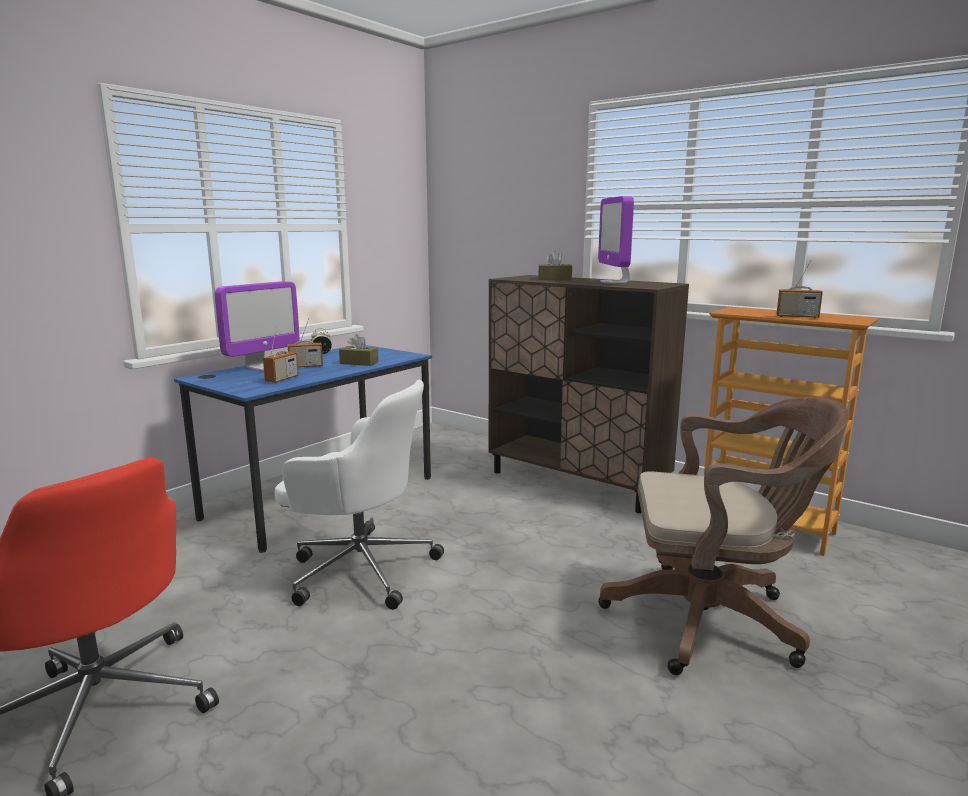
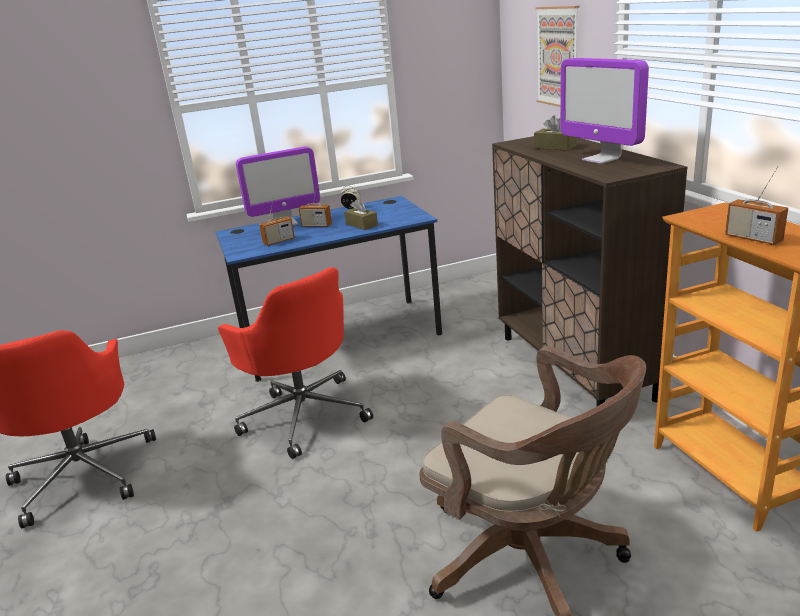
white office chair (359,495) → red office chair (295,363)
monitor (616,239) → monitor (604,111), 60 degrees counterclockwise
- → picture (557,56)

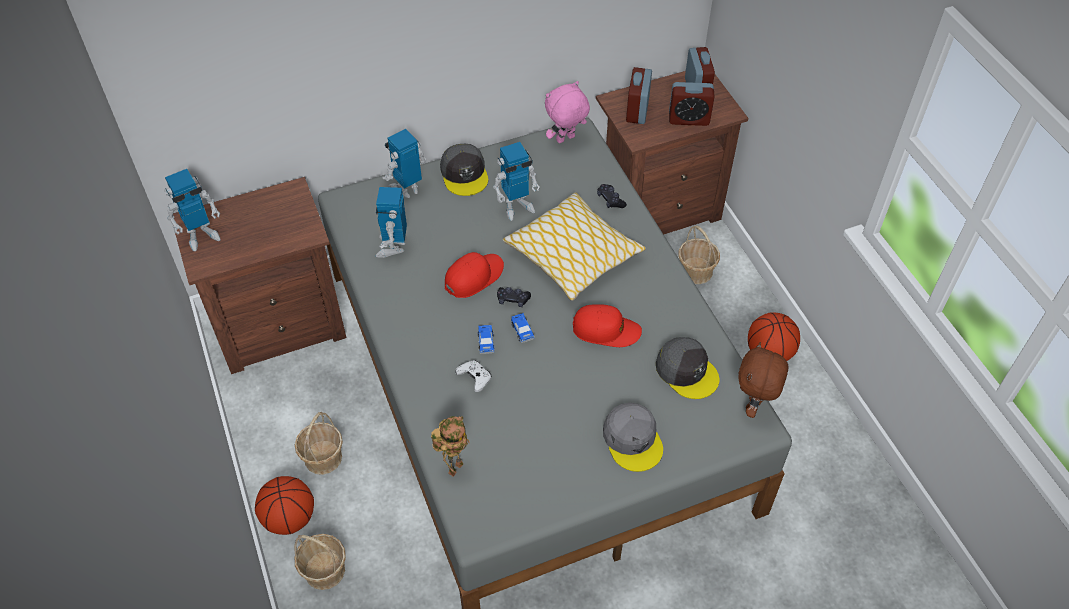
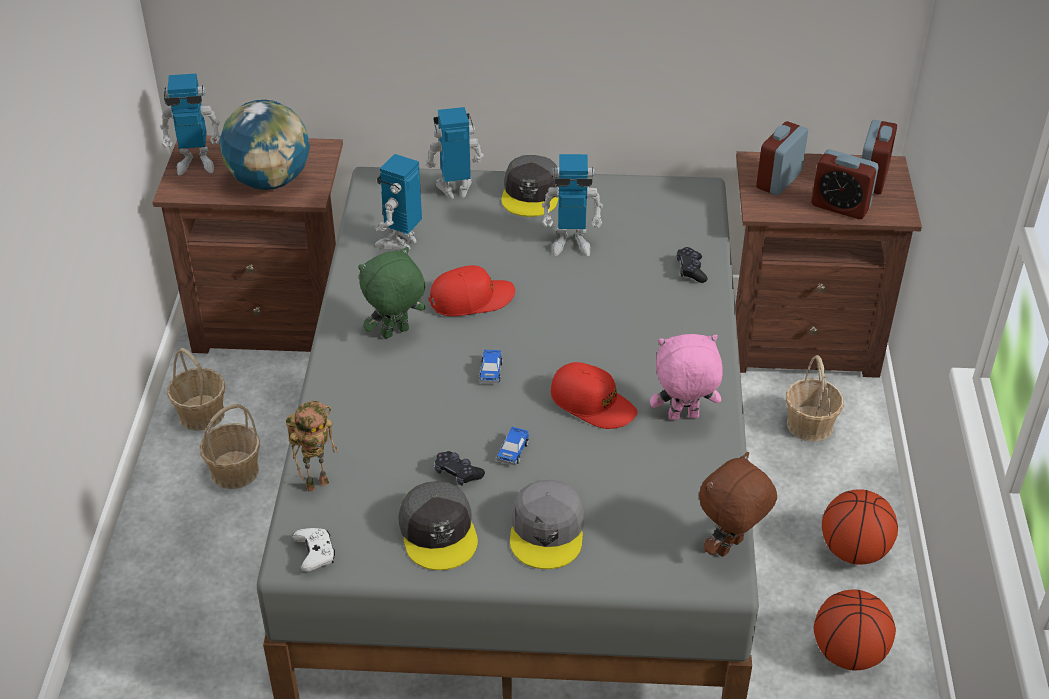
basketball (284,505) → basketball (855,629), moved
basket (320,562) → basket (196,389), moved
white game controller (473,376) → white game controller (314,550), moved
toy car (486,339) → toy car (512,446), moved
black game controller (514,297) → black game controller (460,468), moved
pillow (574,247) → -
pink plush toy (567,112) → pink plush toy (686,377), moved
grey cap (687,368) → grey cap (438,525), moved
- → globe (264,145)
- → green plush toy (391,293)

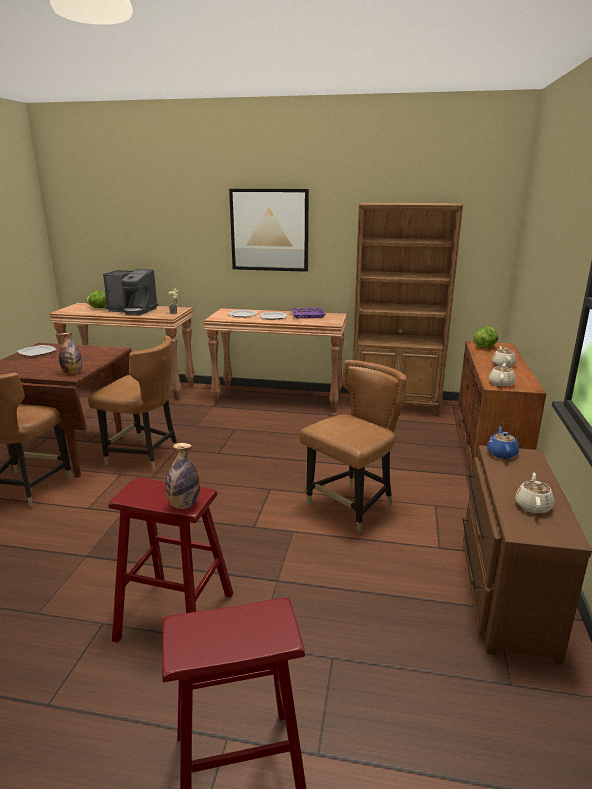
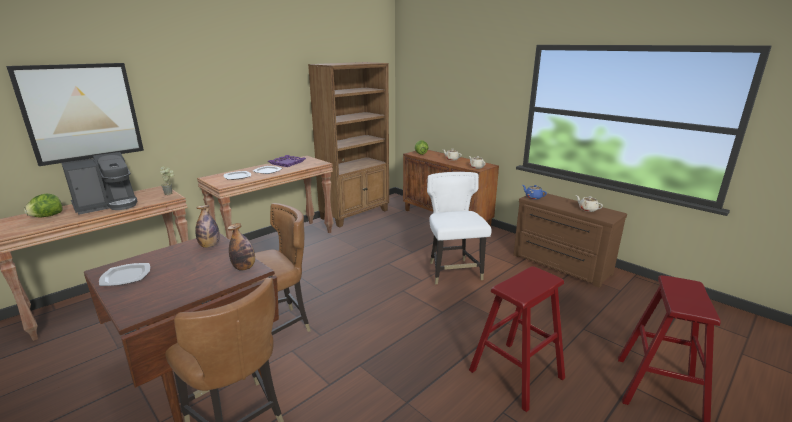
bottle (182,476) → bottle (207,226), moved
picture (269,230) → picture (75,114), moved
brown chair (353,446) → white chair (459,228)

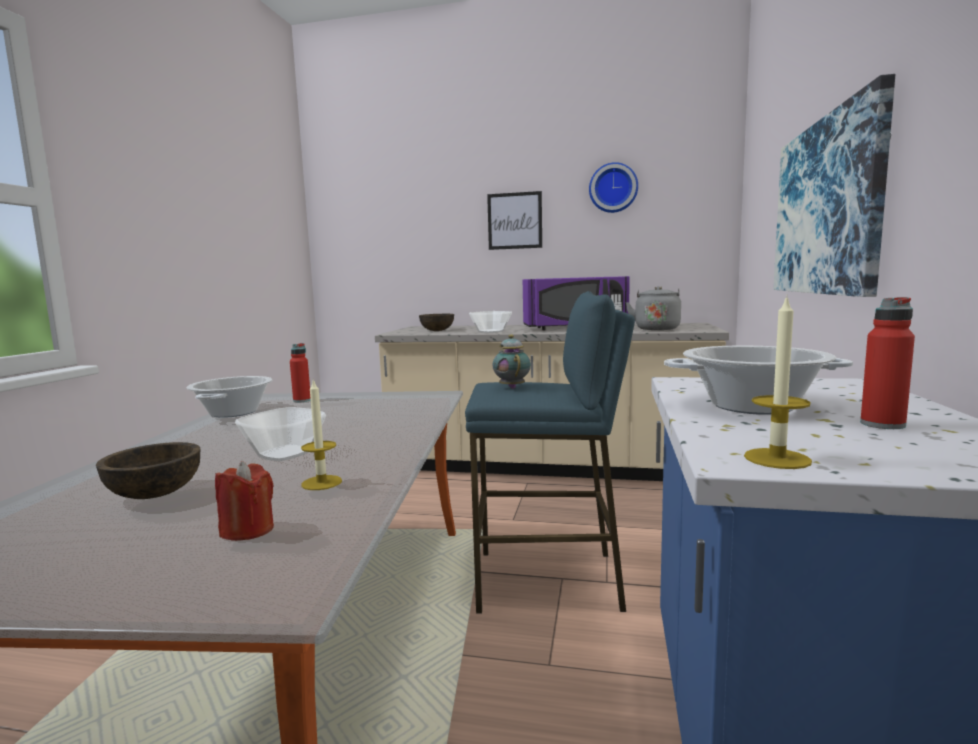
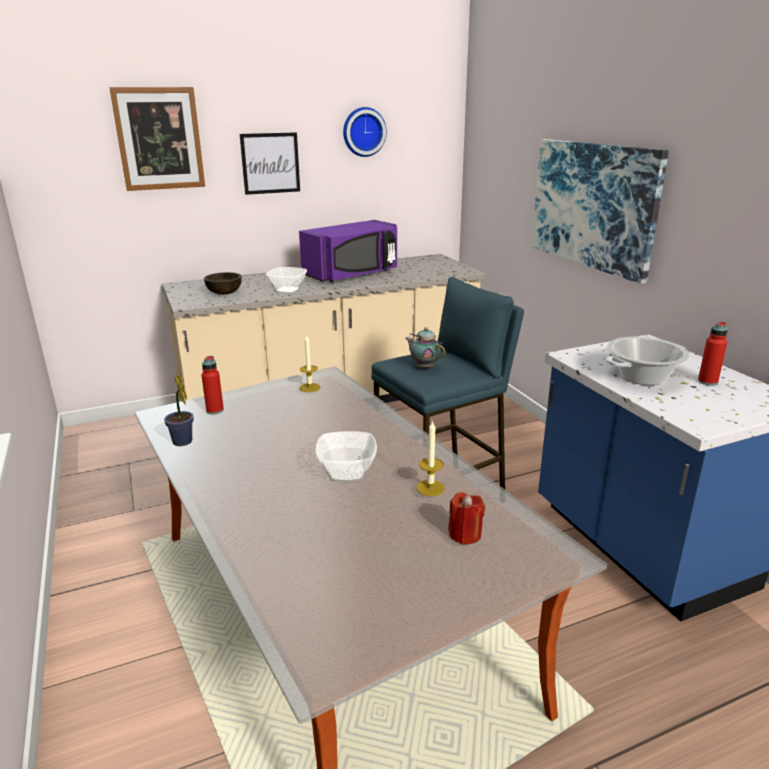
brown bowl (148,470) → -
cooking pot (230,397) → potted plant (179,409)
grey kettle (653,308) → -
candle (778,381) → candle (309,363), moved
- → picture (157,139)

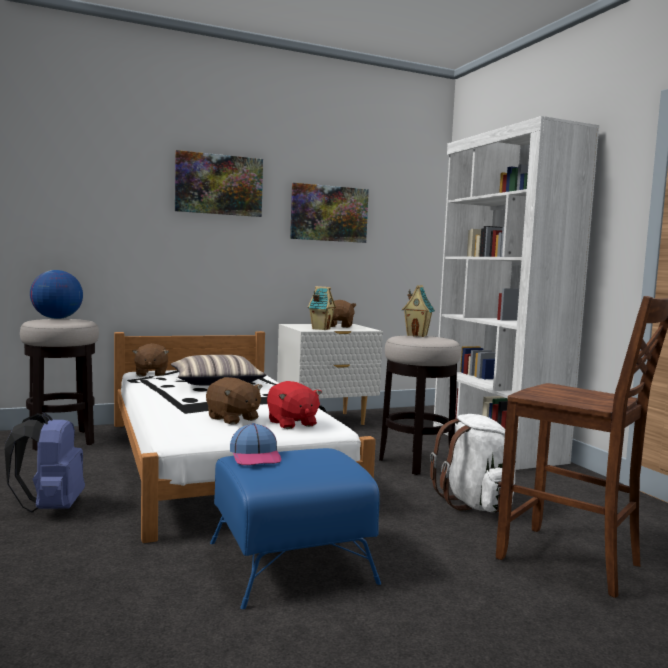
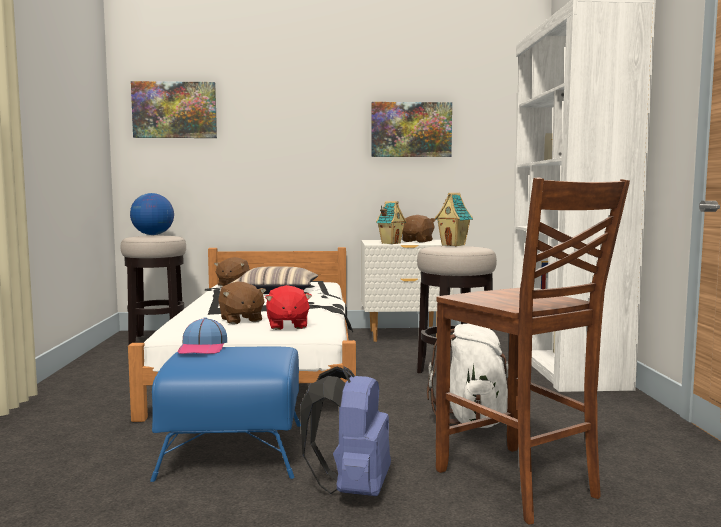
blue backpack (45,462) → blue backpack (345,431), moved
picture (219,183) → picture (174,109), moved

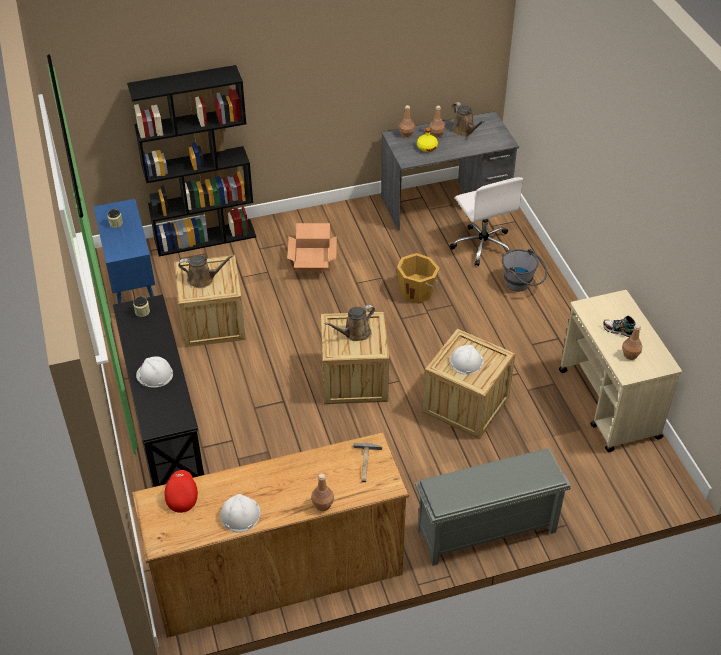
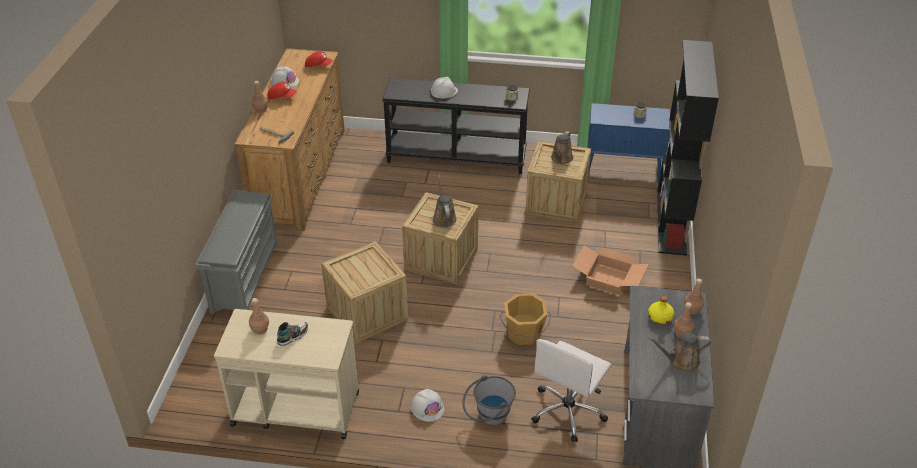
white office chair (486,221) → white office chair (571,390), 60 degrees counterclockwise
white hard hat (467,360) → white hard hat (427,405), moved
- → red cap (282,90)

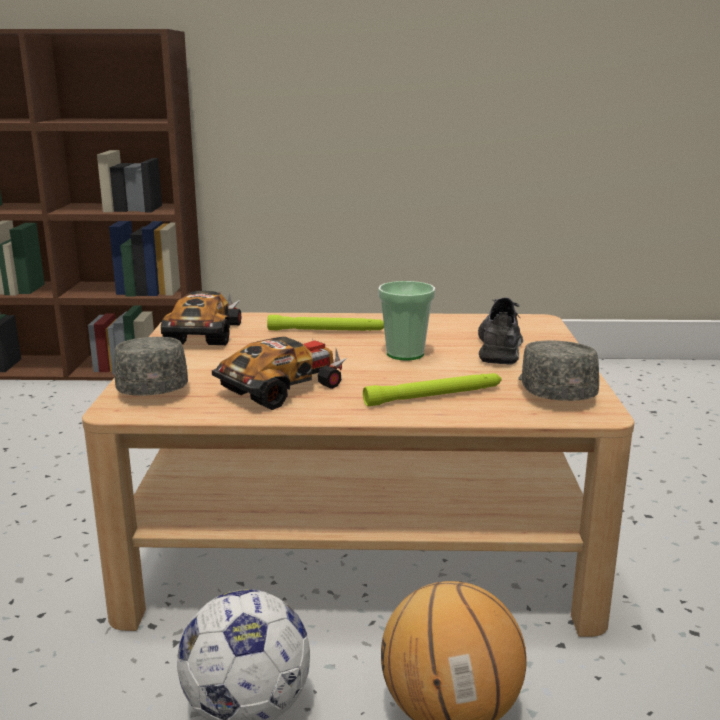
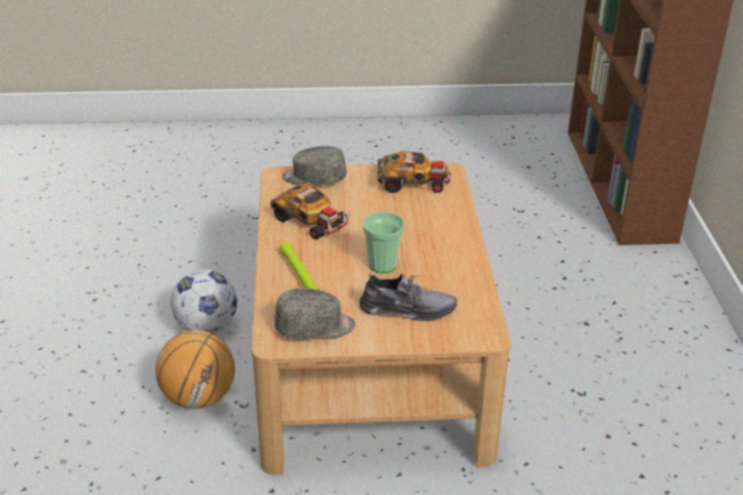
grey cap (151,366) → grey cap (314,165), 150 degrees counterclockwise
green flashlight (325,323) → -

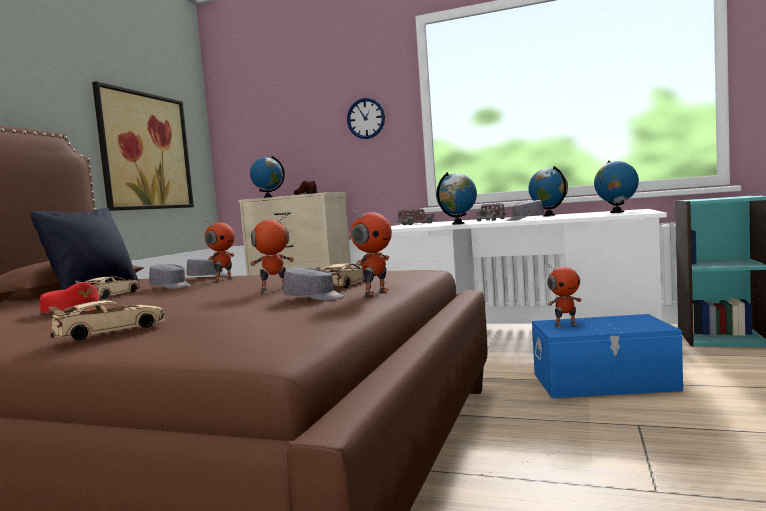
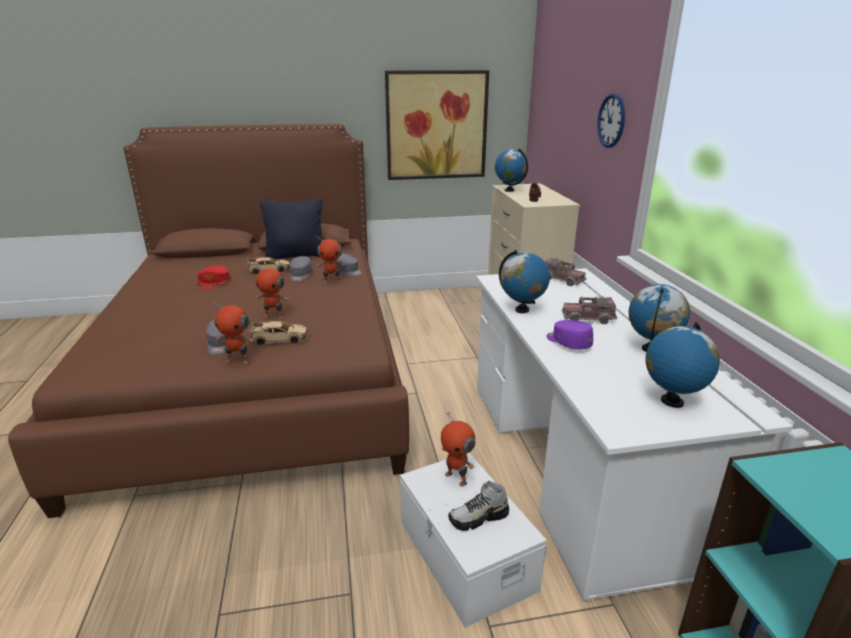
beige toy car (107,320) → -
toy robot (272,252) → toy robot (271,291), 150 degrees clockwise
grey cap (525,210) → purple cap (569,335)
blue storage box (607,356) → white storage box (473,540)
- → shoe (478,506)

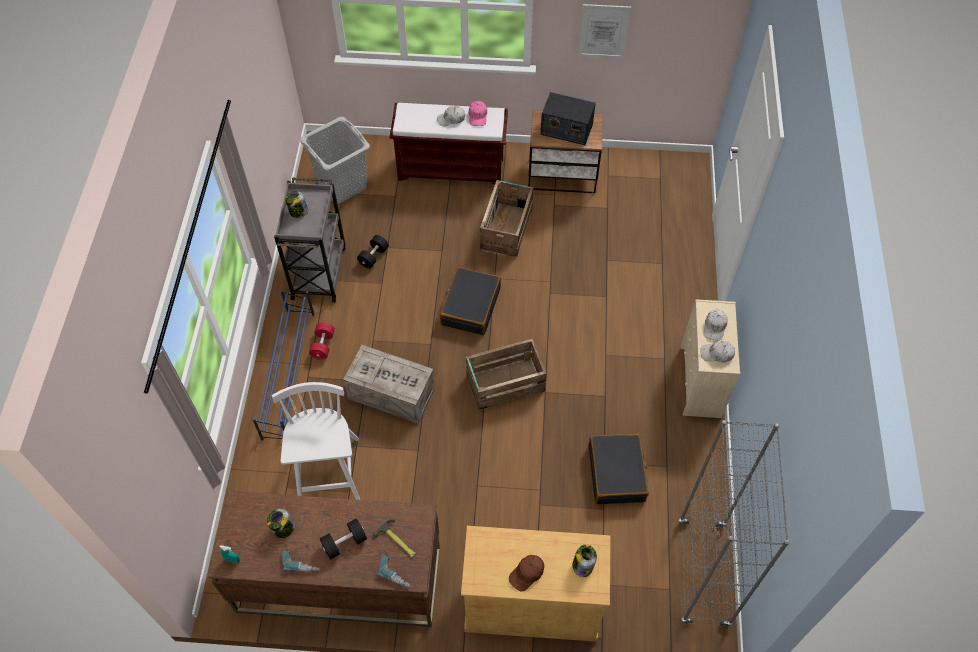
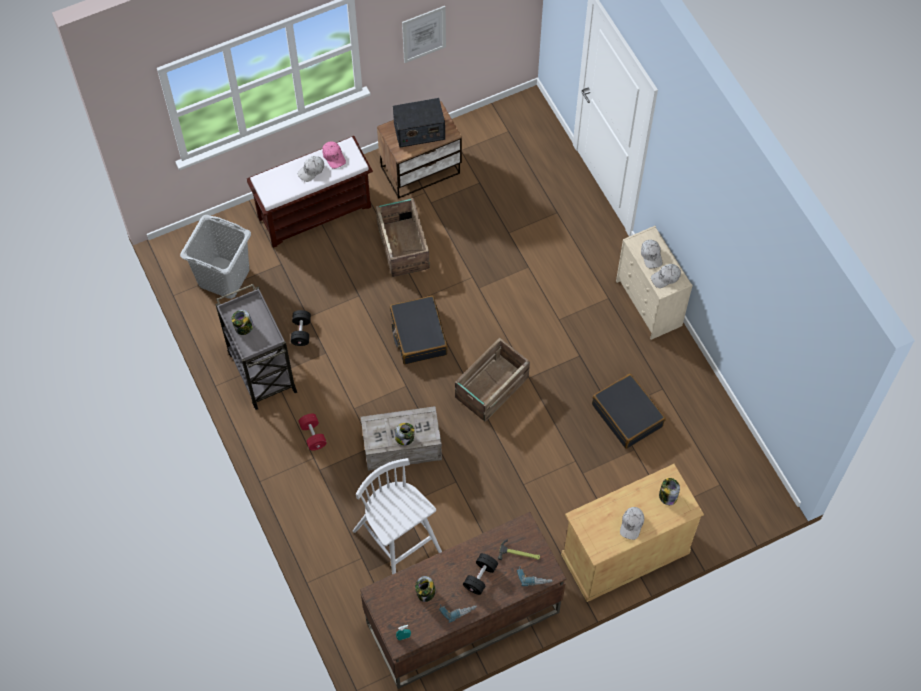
blue shoe rack (283,365) → -
brown cap (526,573) → white cap (632,523)
grey bookcase (733,523) → -
- → jar (405,434)

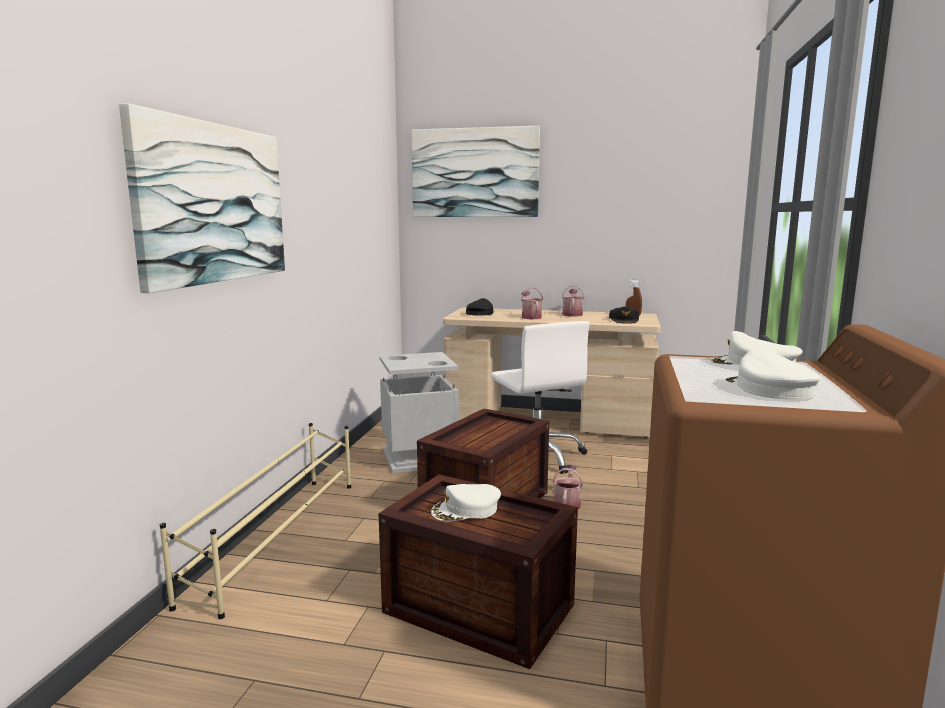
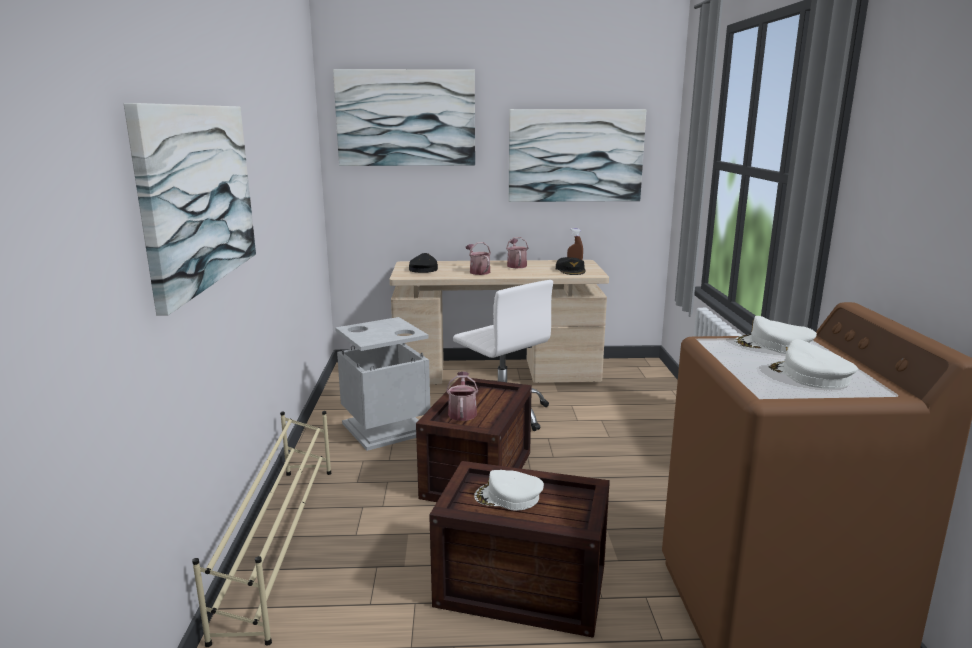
white cap (466,502) → white cap (509,490), 45 degrees clockwise
watering can (568,487) → watering can (462,396), moved
- → picture (577,155)

